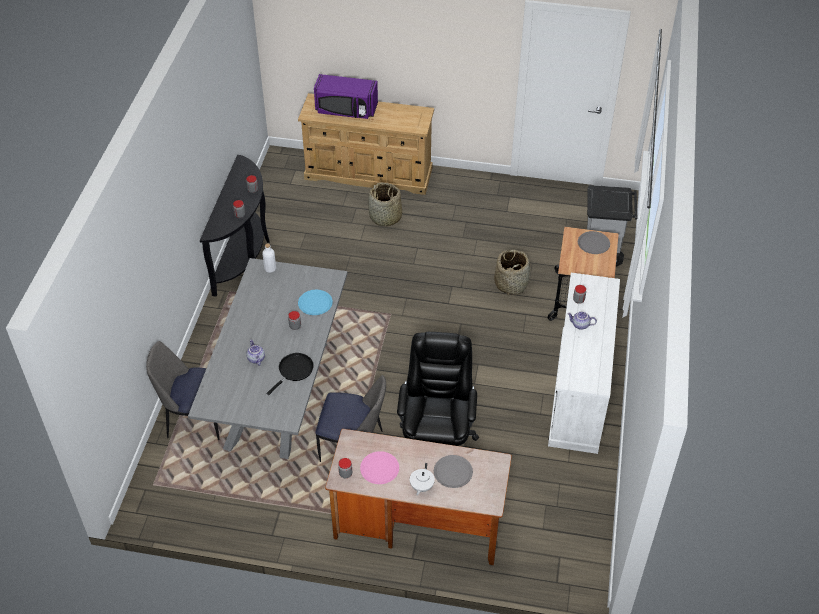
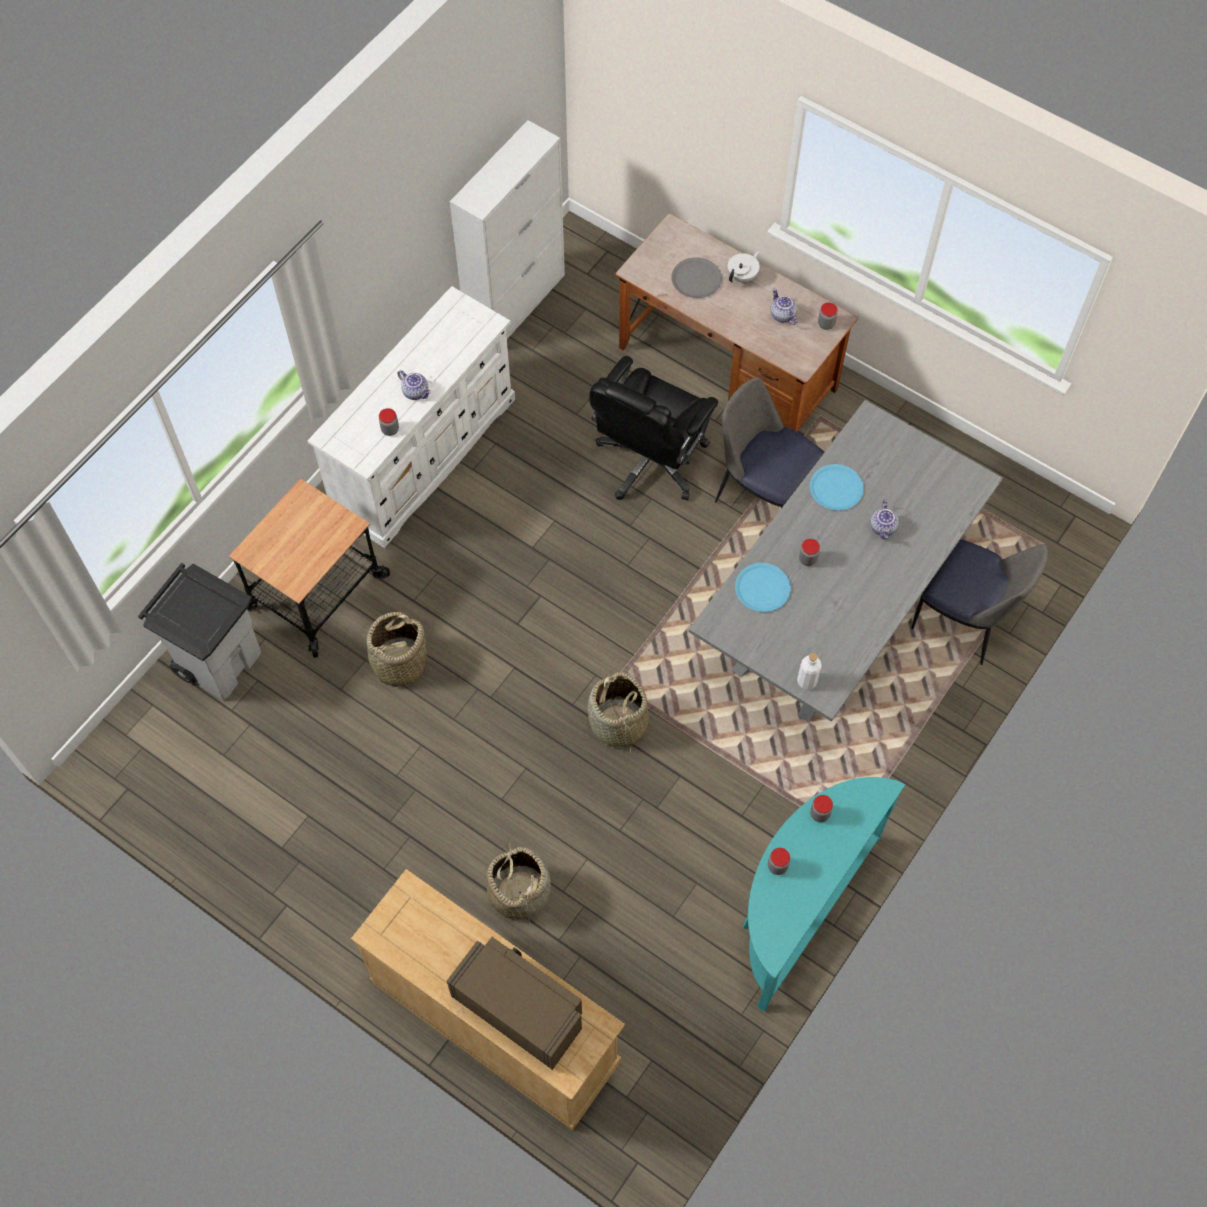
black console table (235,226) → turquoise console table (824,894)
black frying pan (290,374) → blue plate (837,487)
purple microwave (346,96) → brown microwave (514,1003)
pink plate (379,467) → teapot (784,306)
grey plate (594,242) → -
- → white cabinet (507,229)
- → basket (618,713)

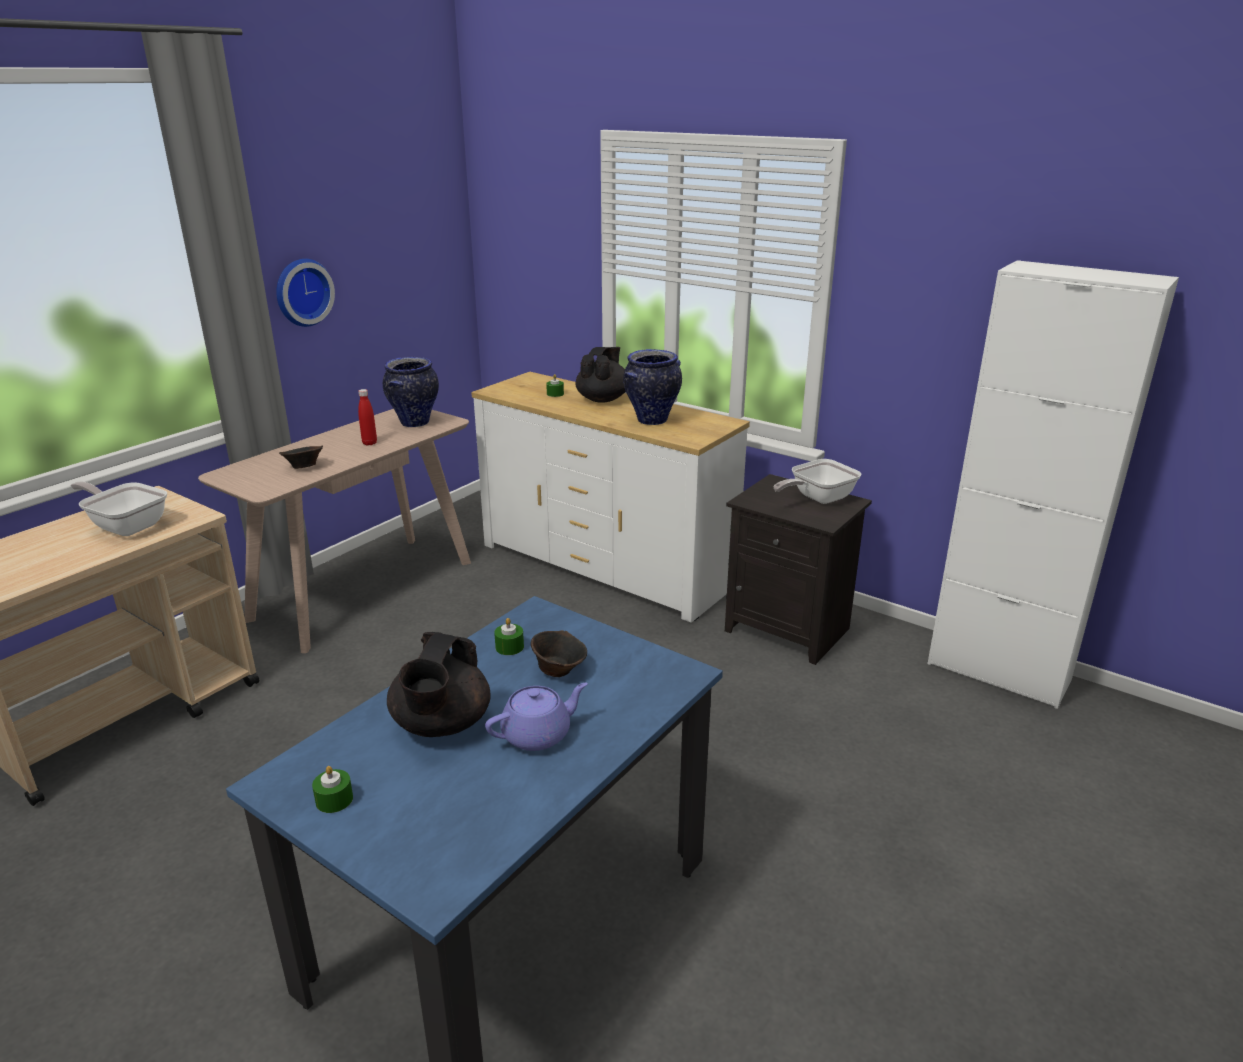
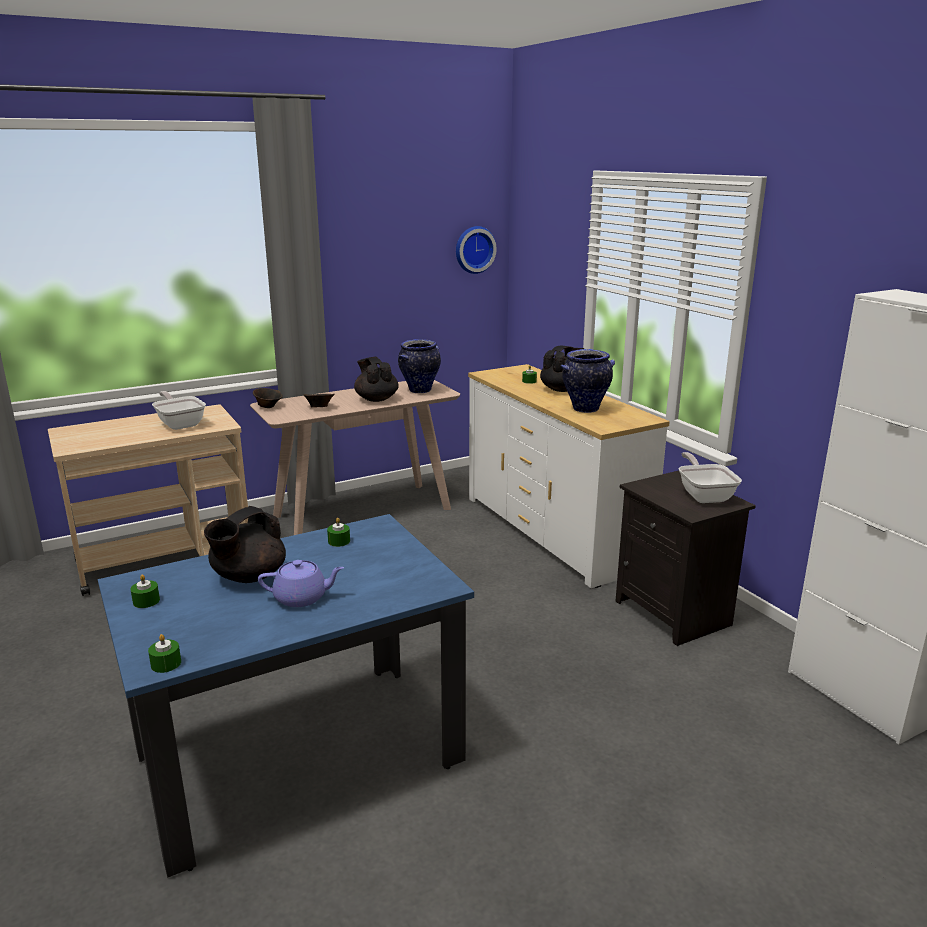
wall clock (305,293) → wall clock (476,250), moved
red bottle (367,417) → black teapot (376,379)
brown bowl (559,653) → brown bowl (268,398), moved
frying pan (818,481) → frying pan (710,477), 90 degrees clockwise
- → green candle (164,653)

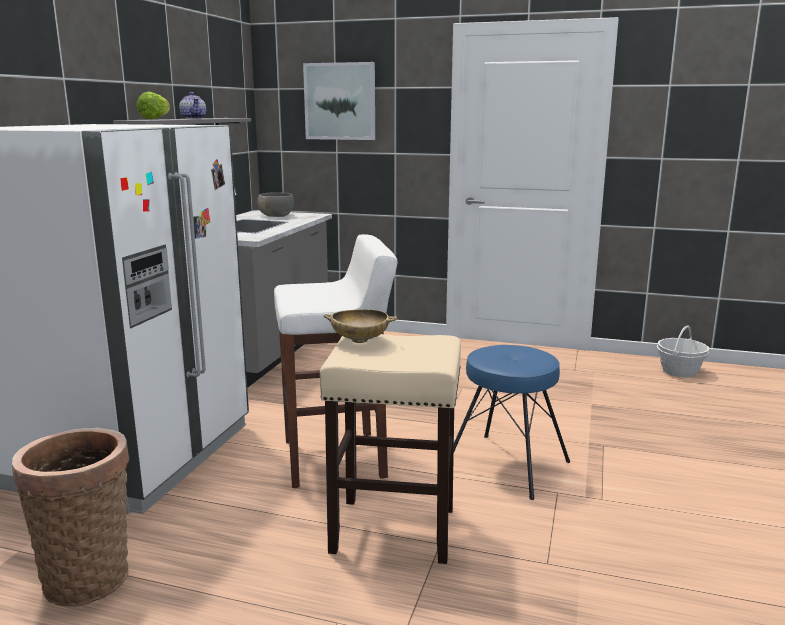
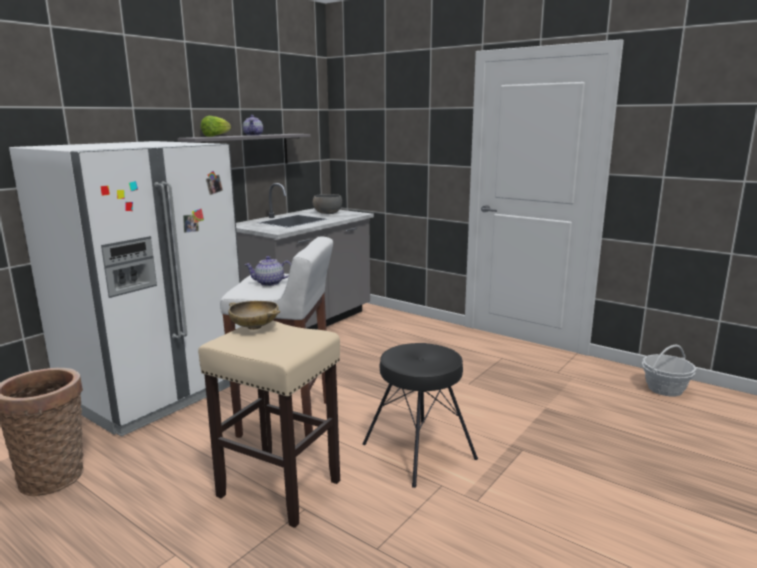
picture (339,101) → -
blue stool (512,422) → black stool (420,415)
- → teapot (267,271)

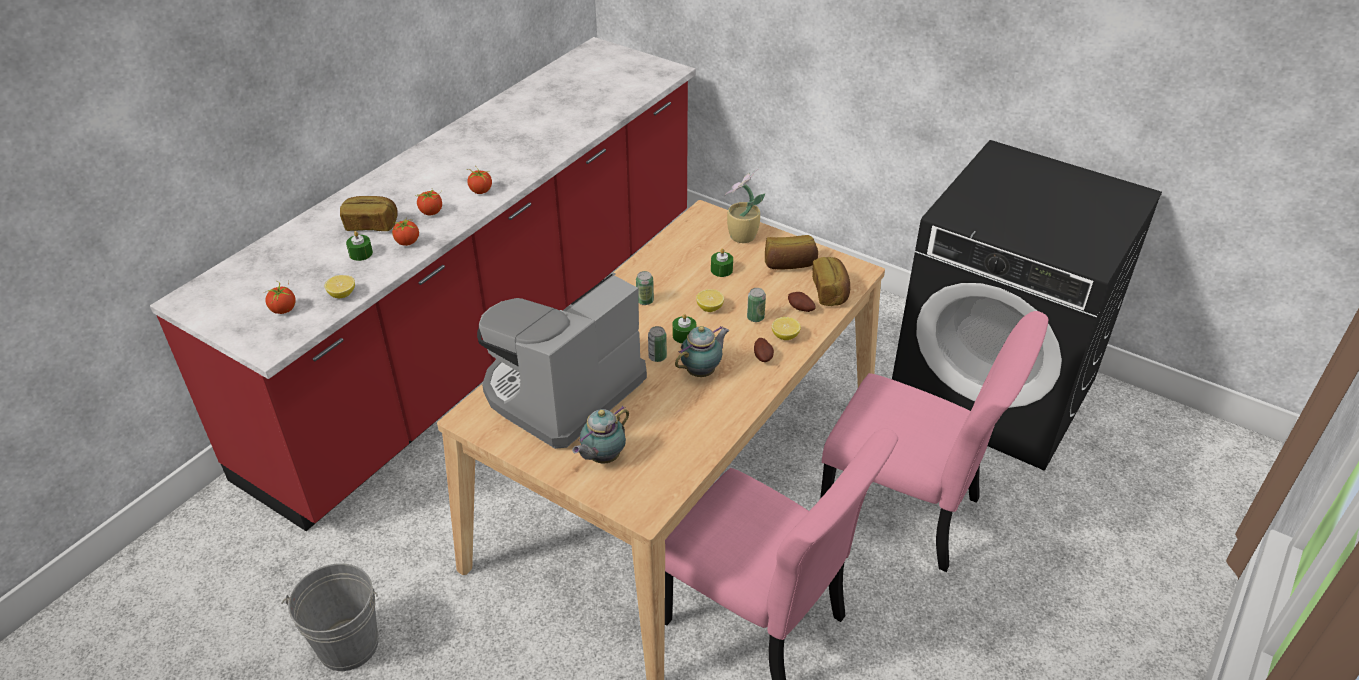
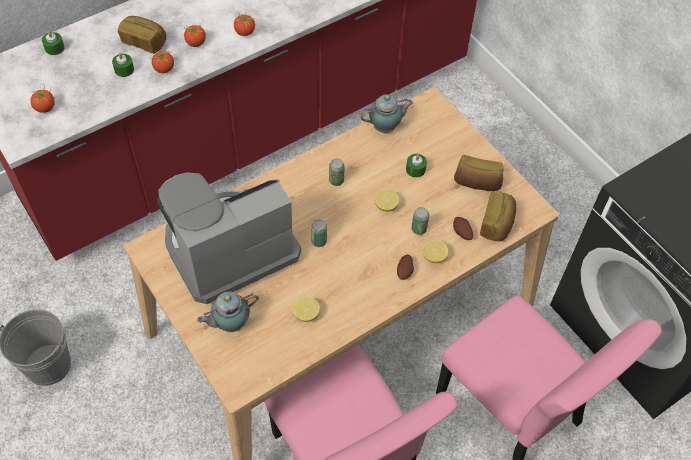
lemon (340,286) → lemon (306,309), moved
green candle (684,329) → green candle (53,43), moved
teapot (702,351) → teapot (387,113), moved
potted plant (744,206) → -

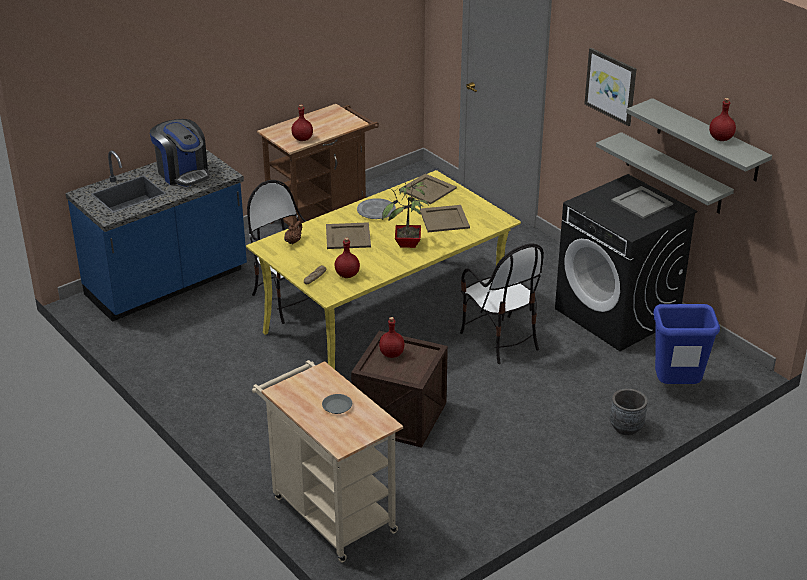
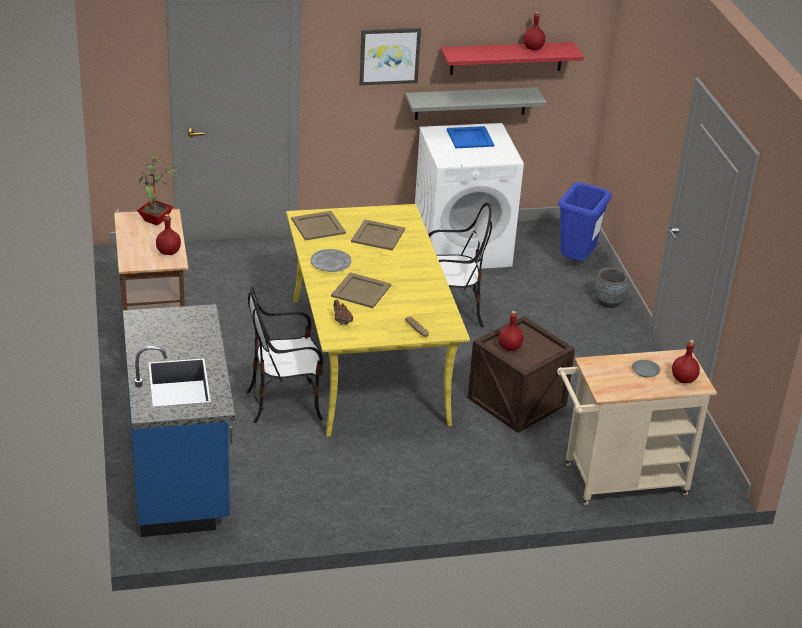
coffee machine (180,153) → -
red bottle (347,258) → red bottle (686,361), moved
potted plant (405,215) → potted plant (158,190), moved
black washing machine (626,262) → white washing machine (469,196)
grey tray (642,202) → blue tray (470,137)
grey shelf (699,139) → red shelf (512,58)

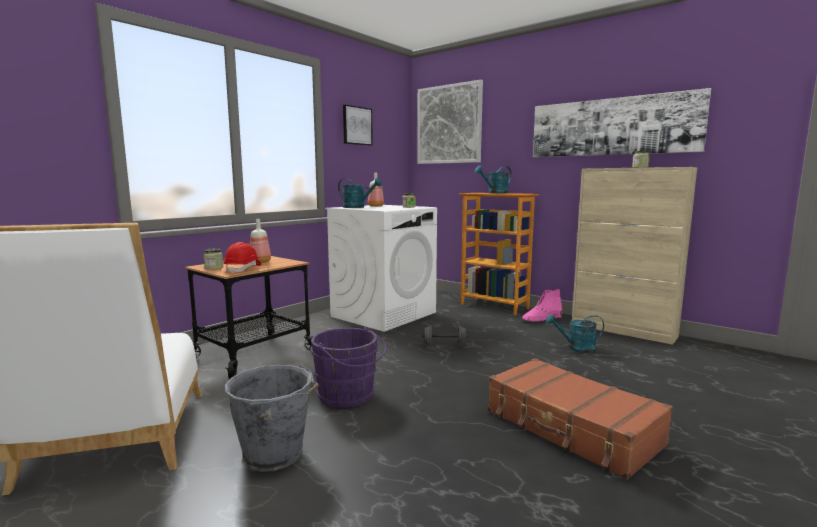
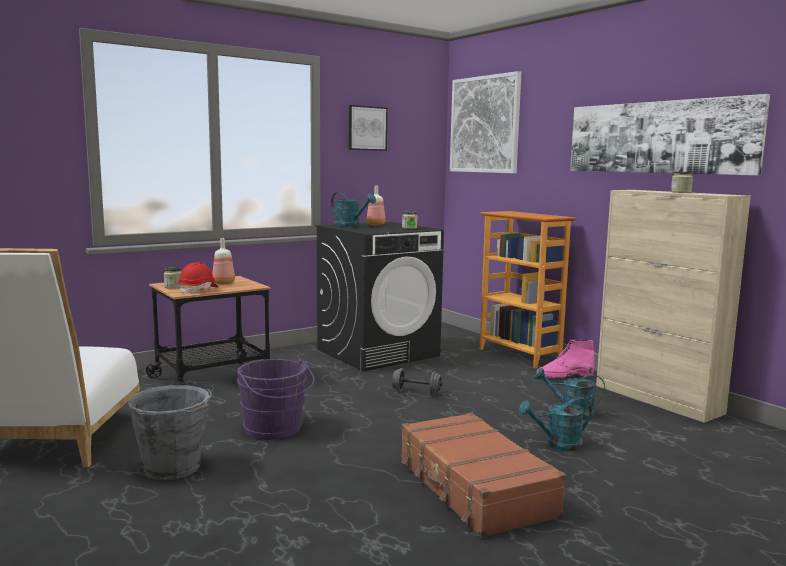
white washing machine (381,268) → black washing machine (379,296)
turquoise watering can (493,179) → turquoise watering can (555,424), moved

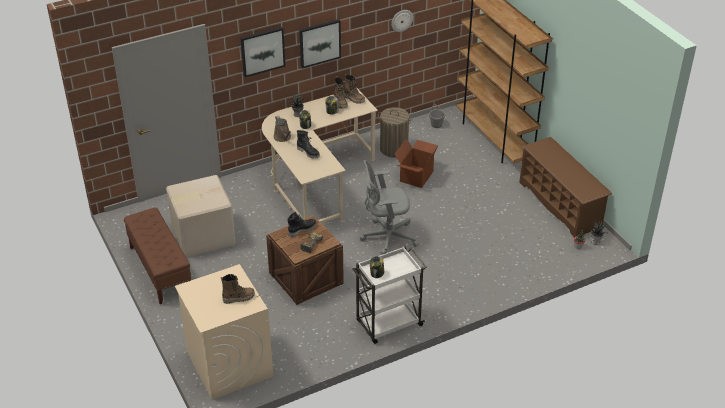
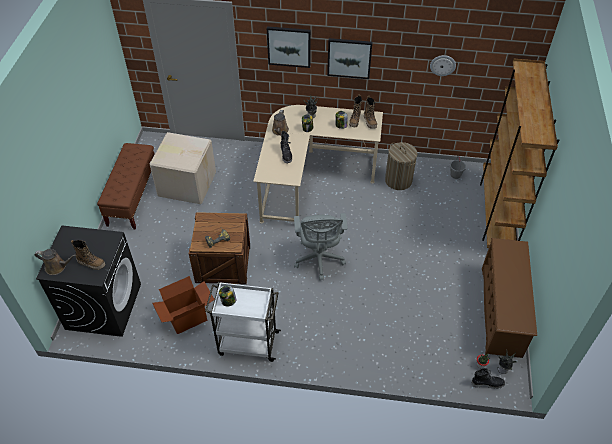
beige washing machine (224,332) → black washing machine (88,281)
black boot (302,224) → black boot (488,378), moved
grey office chair (389,207) → grey office chair (321,246), 120 degrees counterclockwise
cardboard box (416,163) → cardboard box (183,305), moved
- → brown watering can (55,262)

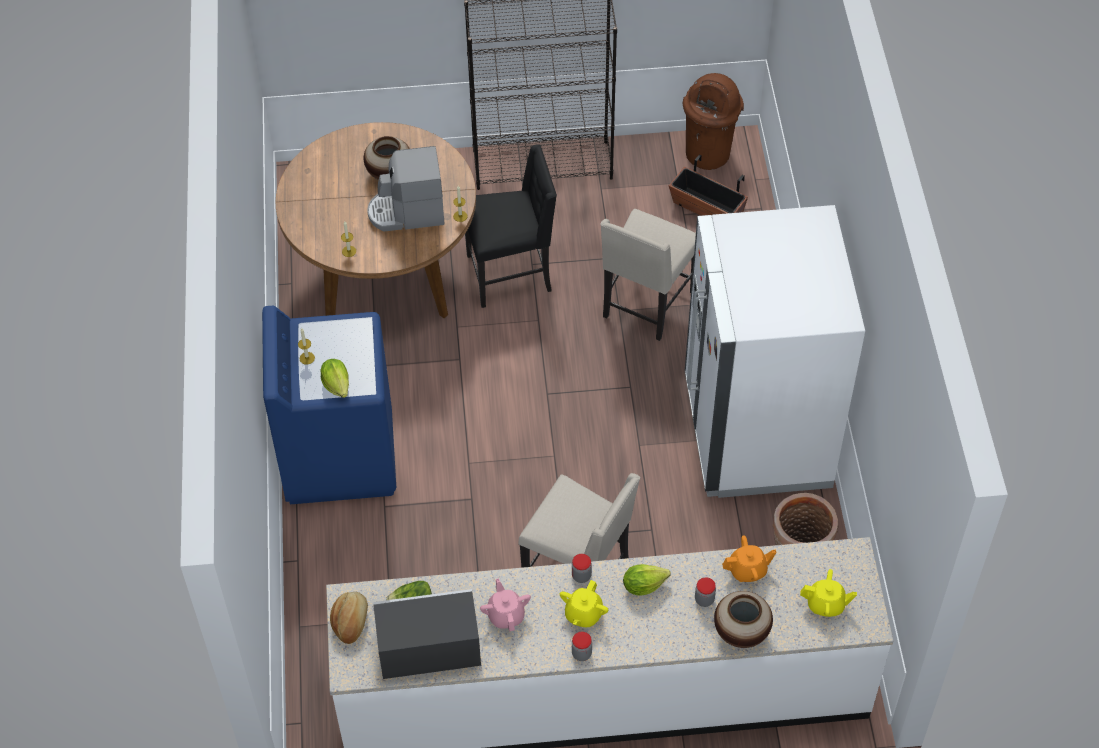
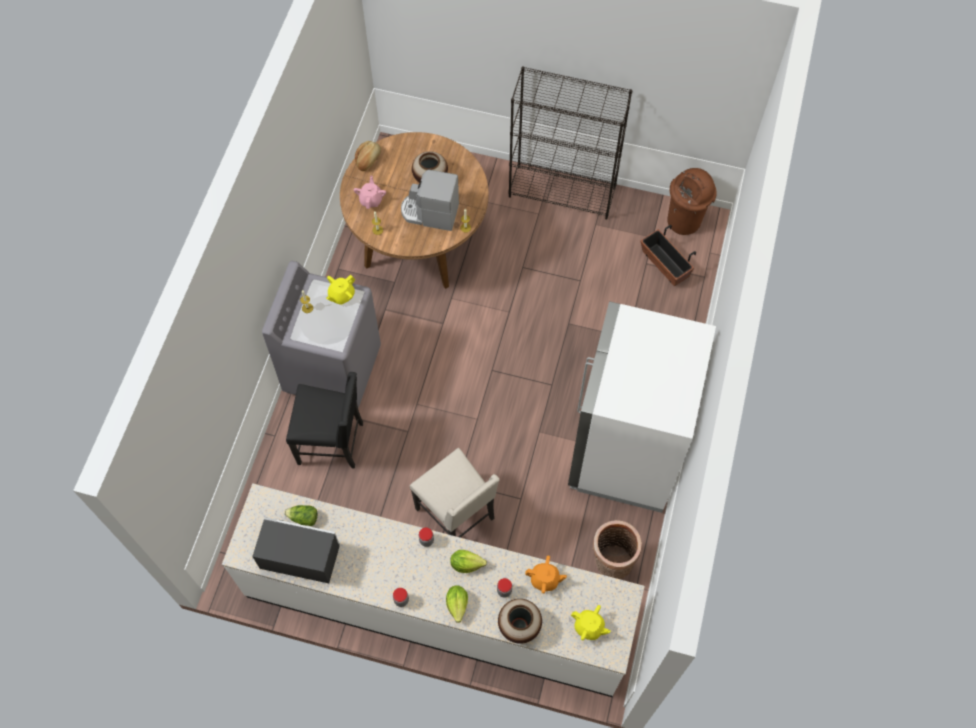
blue washing machine (329,405) → grey washing machine (321,334)
lettuce (334,378) → lettuce (457,604), moved
bread (349,618) → bread (368,156), moved
black chair (511,226) → black chair (324,420), moved
pink teapot (505,604) → pink teapot (370,192), moved
yellow teapot (584,603) → yellow teapot (340,290), moved
beige chair (648,275) → -

